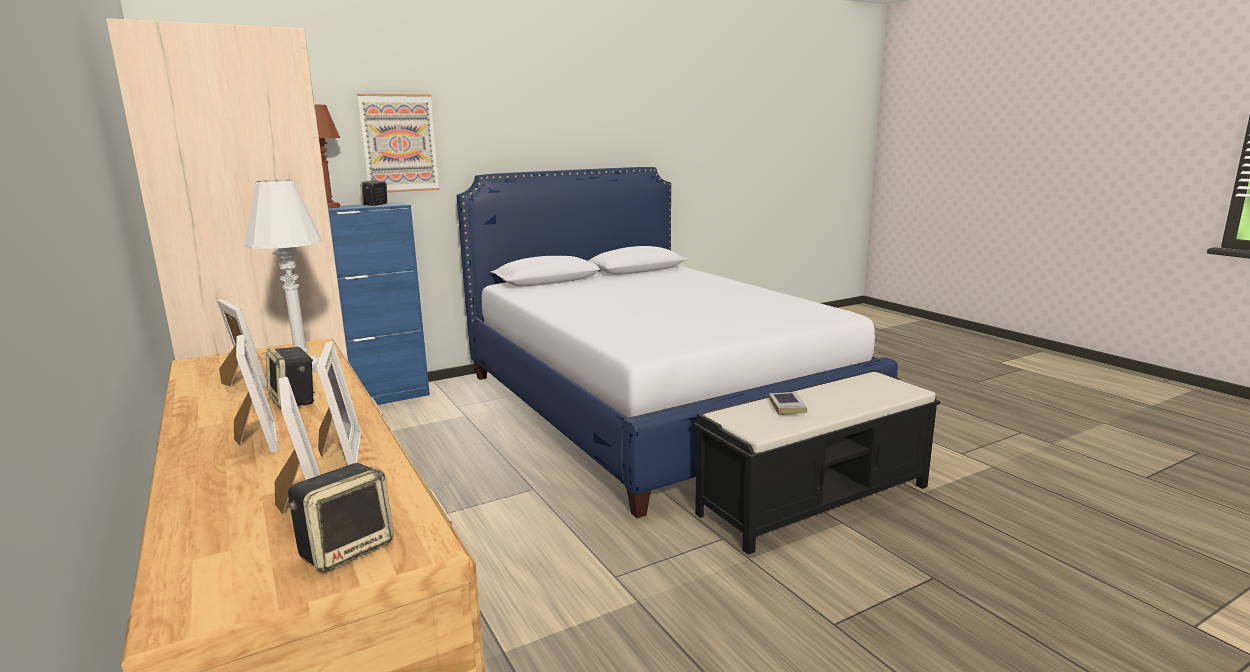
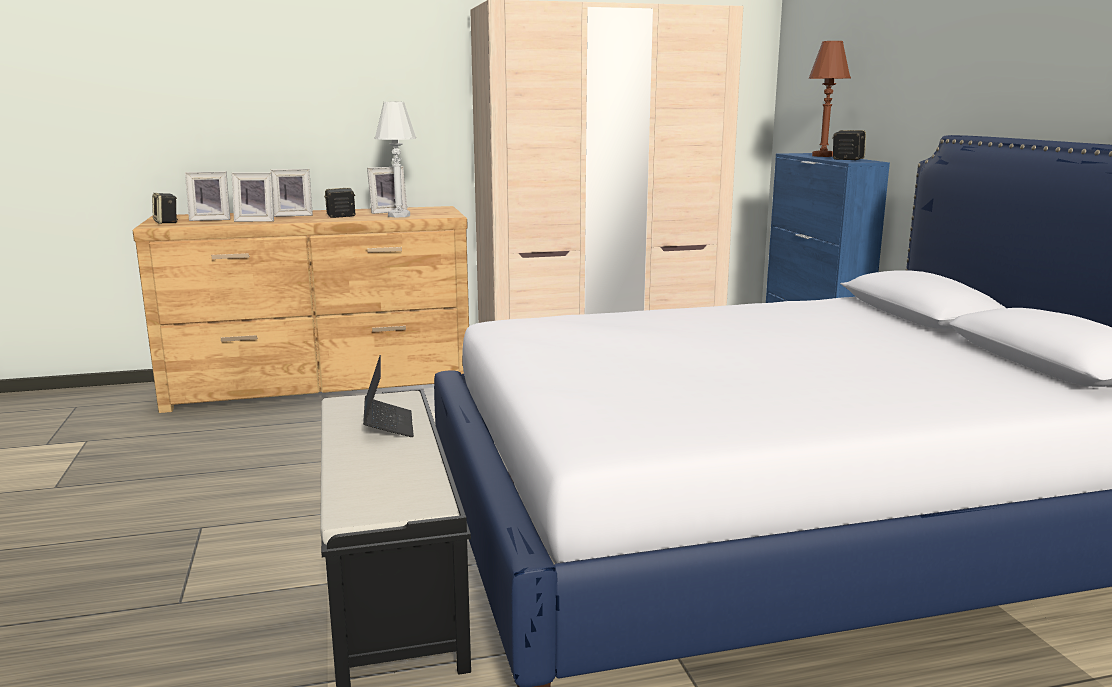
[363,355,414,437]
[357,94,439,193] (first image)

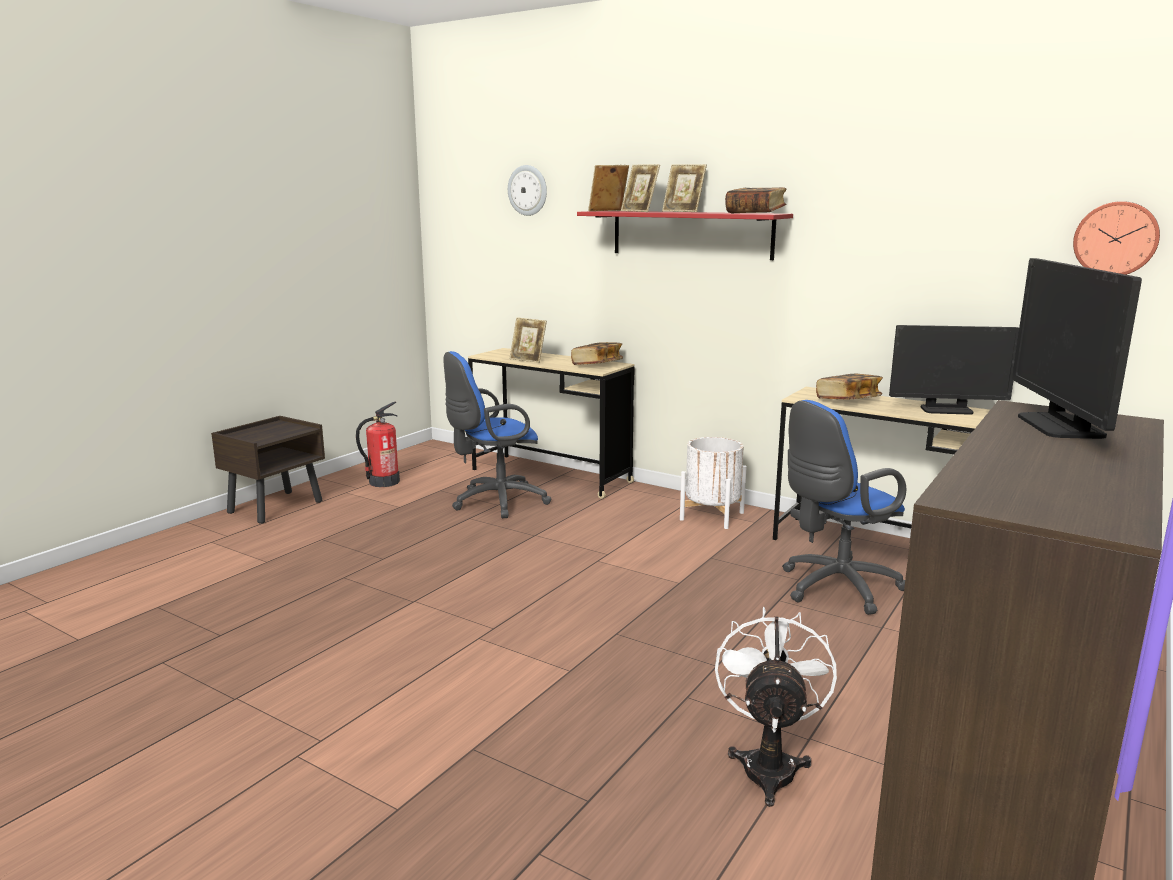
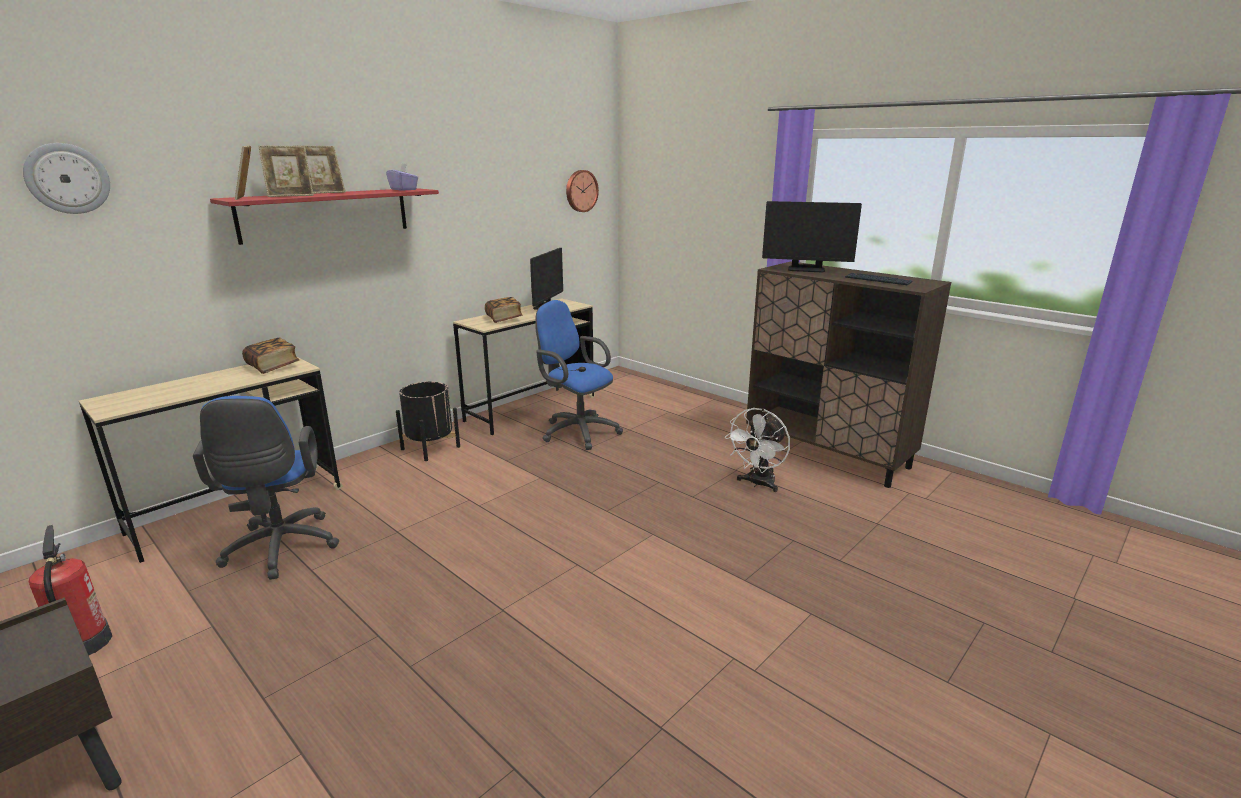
[386,164,418,191]
[396,382,460,461]
[535,300,623,450]
[725,408,790,492]
[845,273,913,285]
[509,317,547,363] (first image)

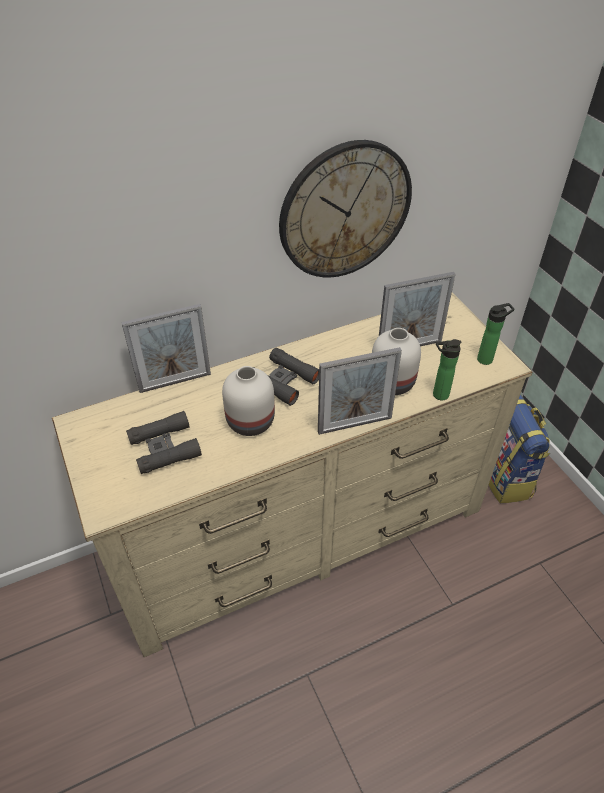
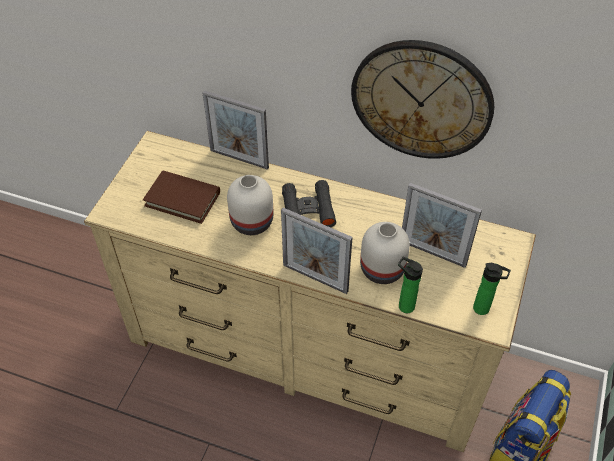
[143,170,220,224]

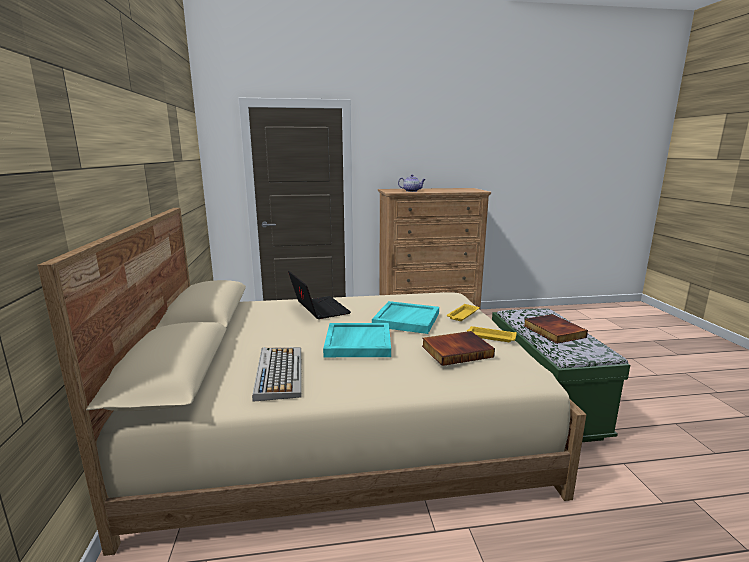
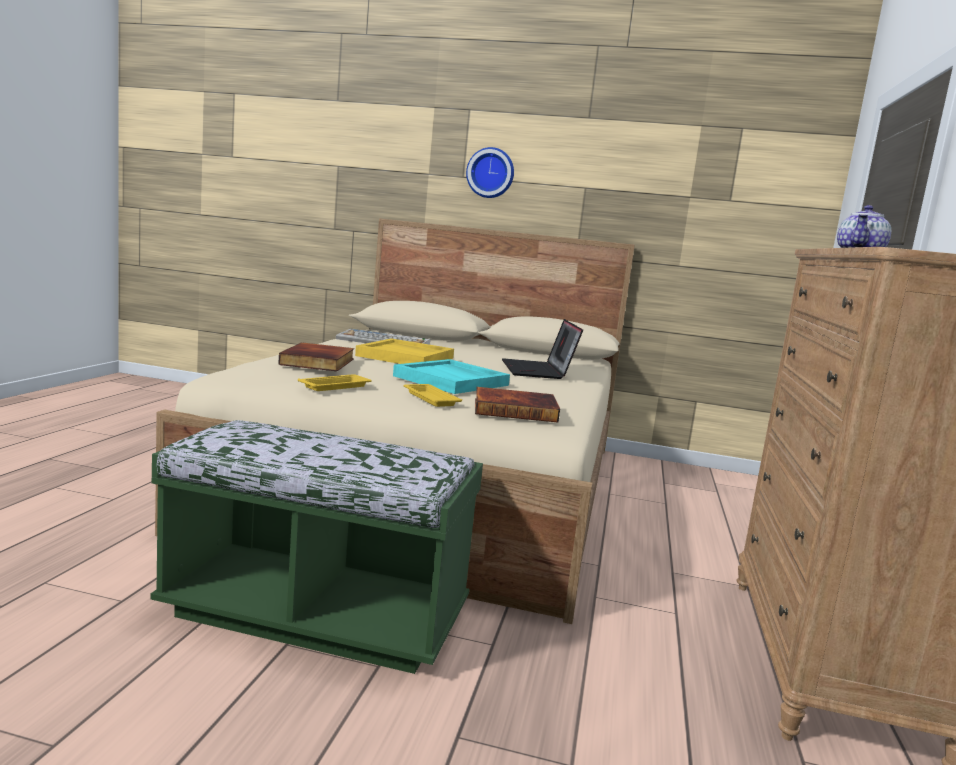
[355,338,454,364]
[466,147,514,198]
[475,387,560,422]
[502,319,583,379]

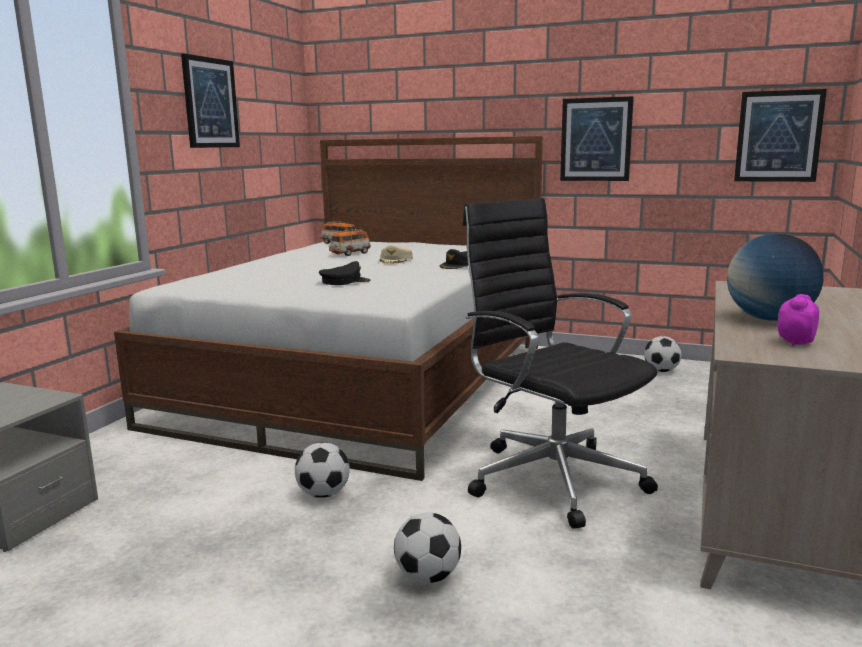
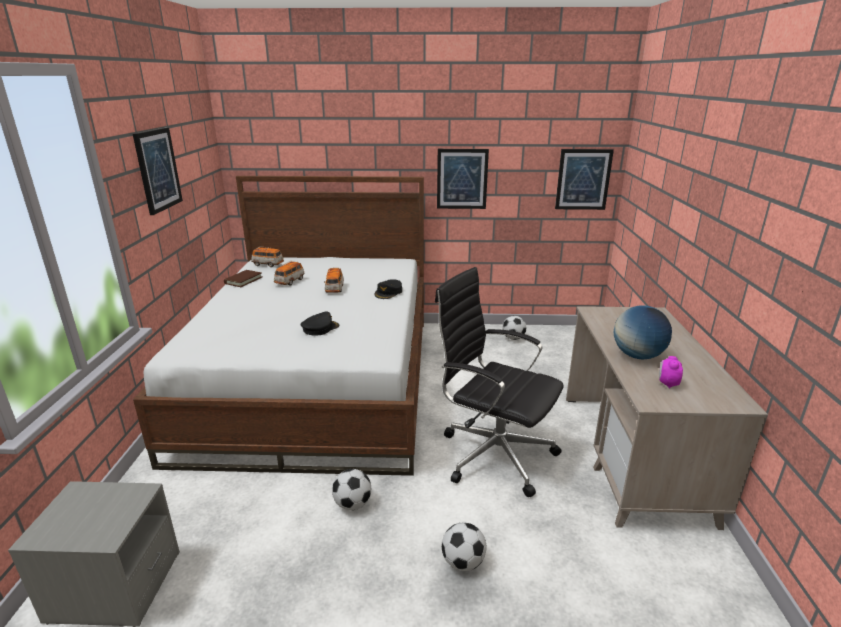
[224,270,262,287]
[324,268,344,293]

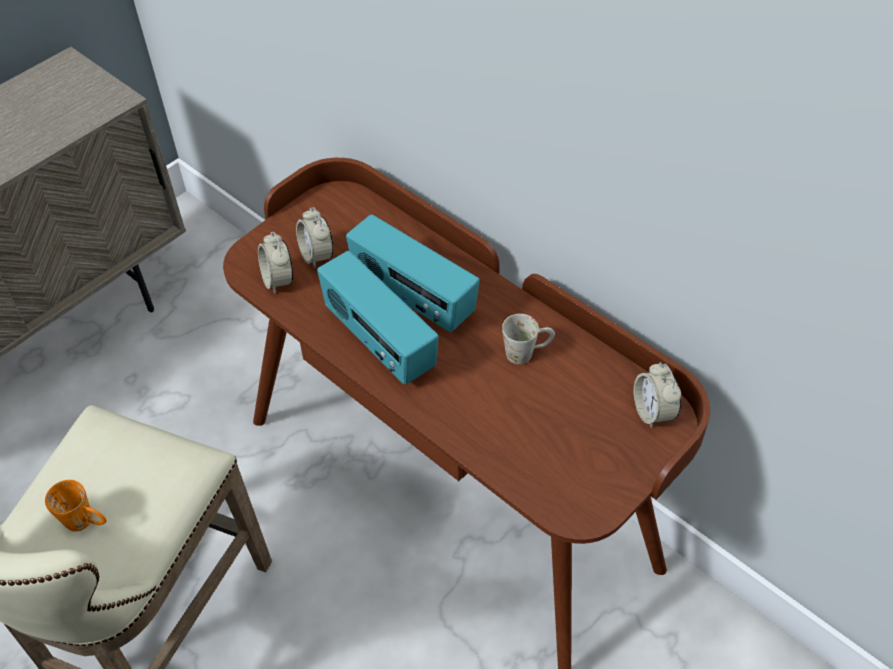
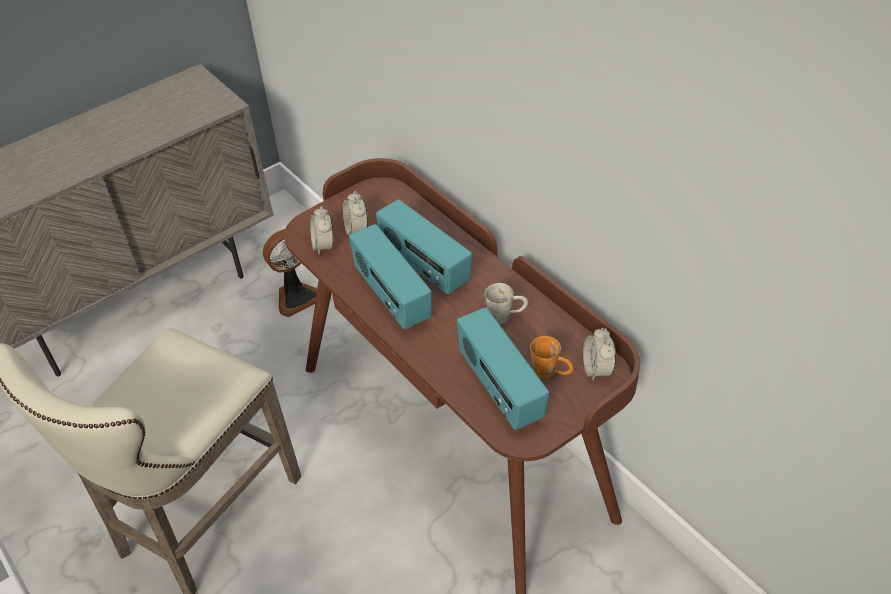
[263,229,317,317]
[457,308,549,430]
[530,336,573,379]

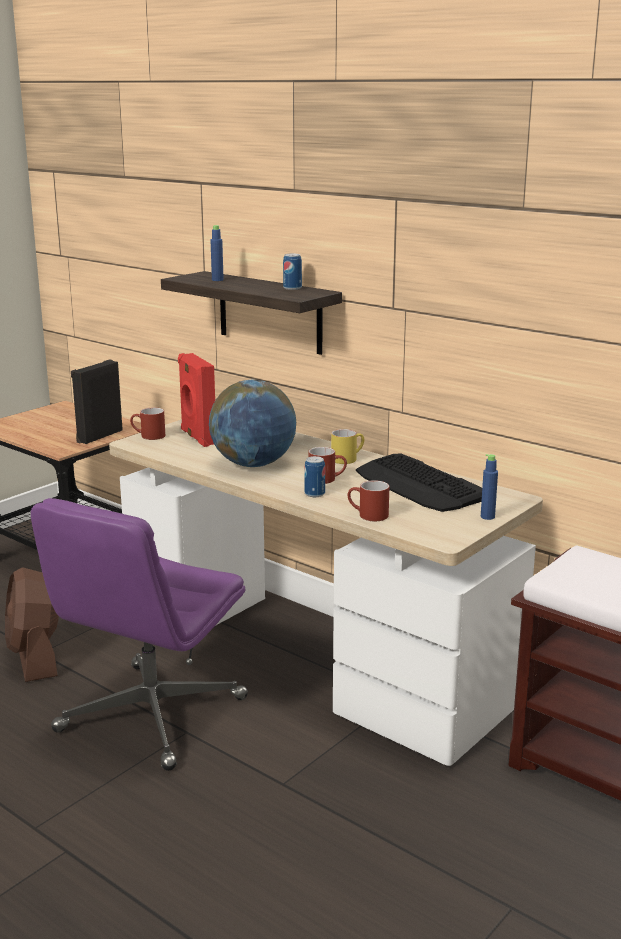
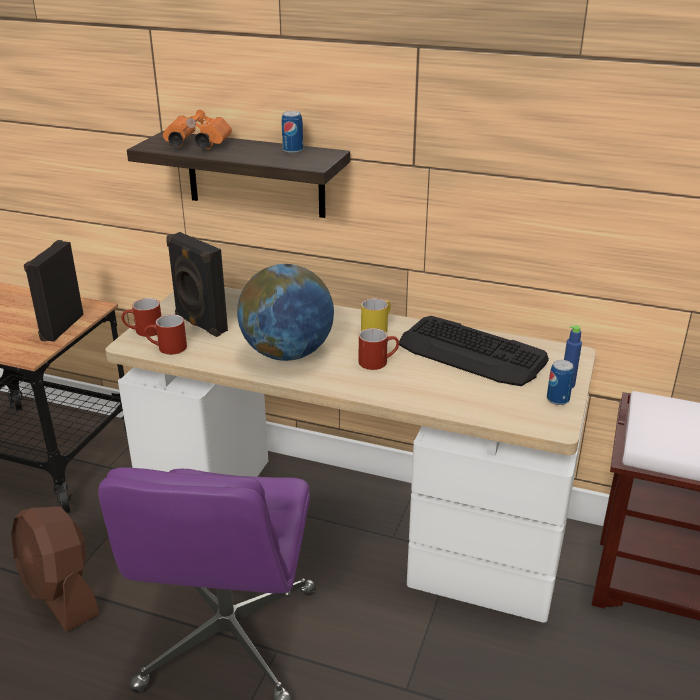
[144,314,187,355]
[163,110,232,149]
[166,232,228,337]
[547,360,574,405]

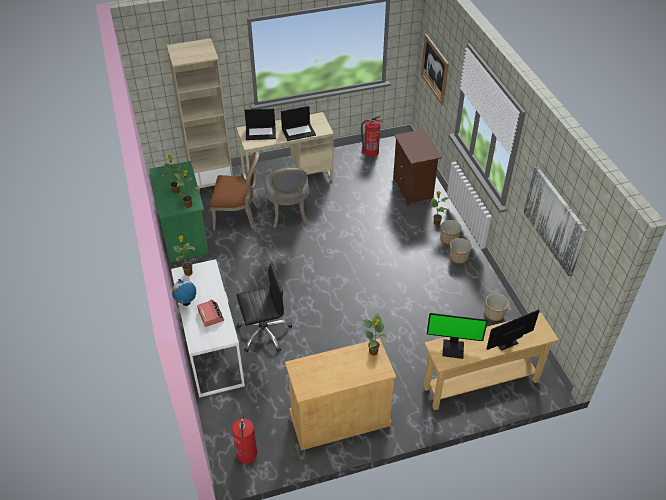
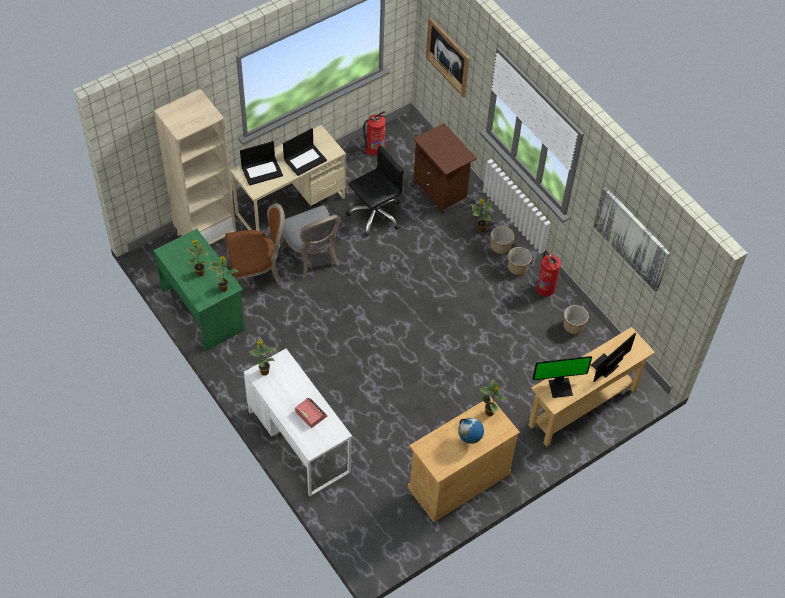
[347,145,404,236]
[458,418,484,444]
[536,251,561,297]

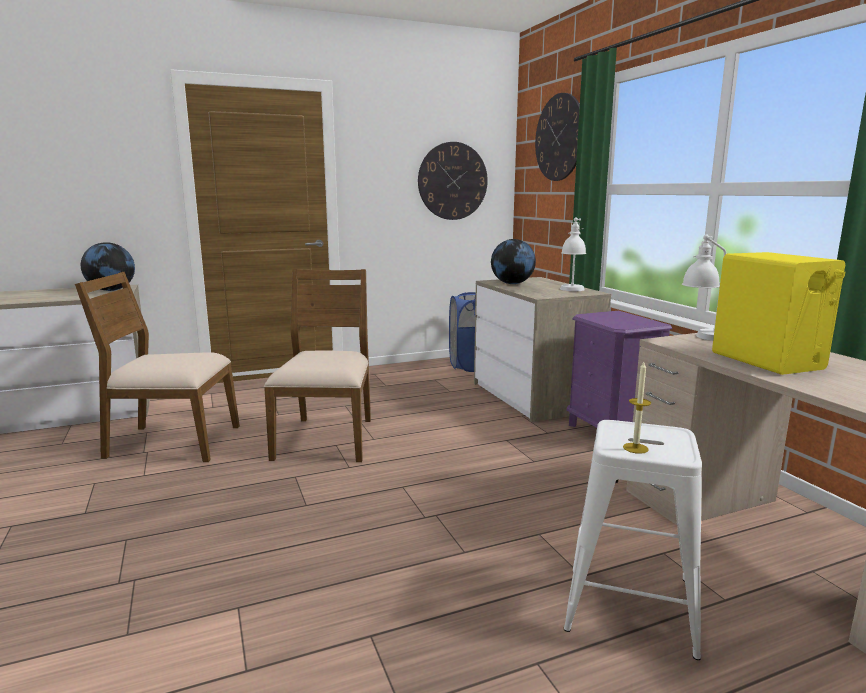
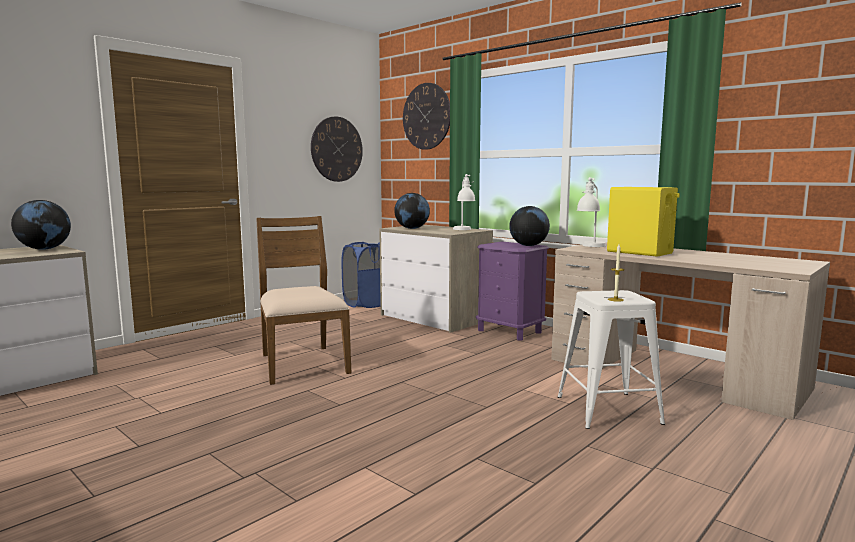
[509,206,550,246]
[75,272,240,462] (first image)

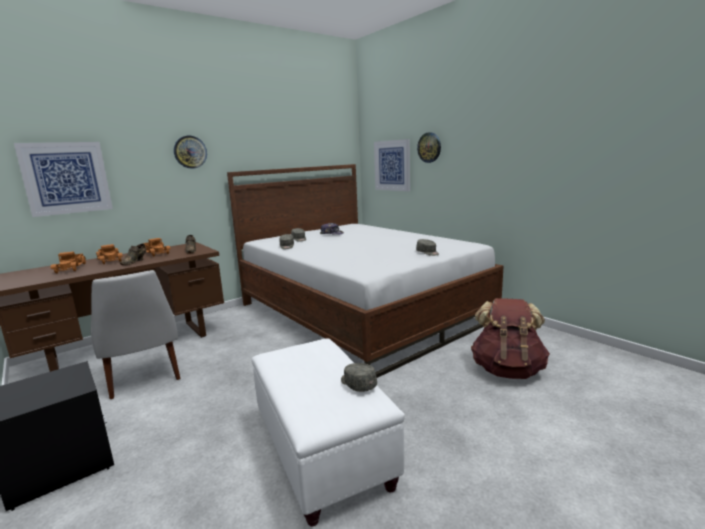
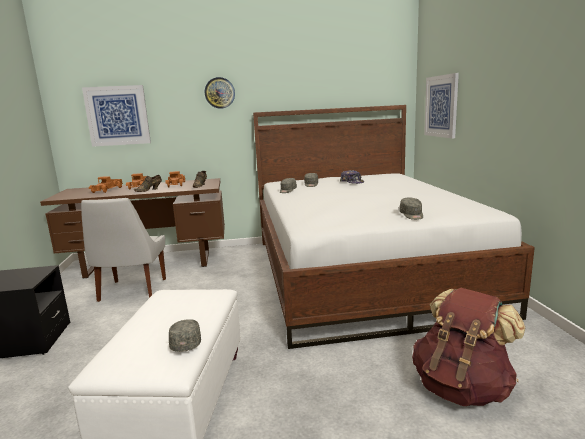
[417,132,441,163] (first image)

